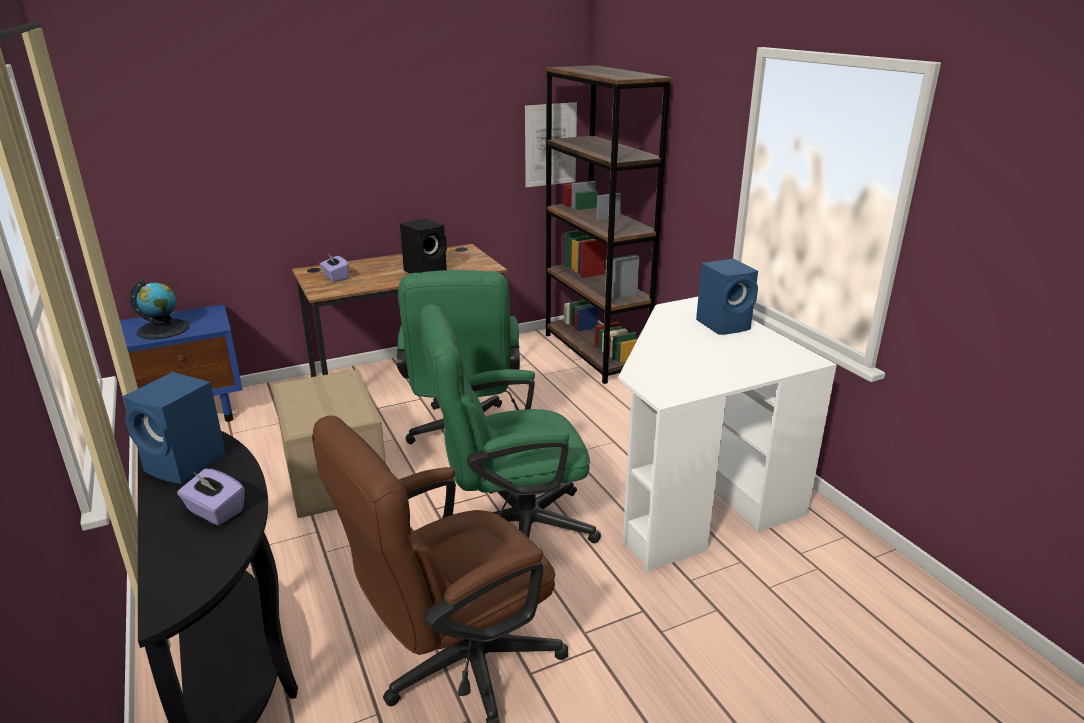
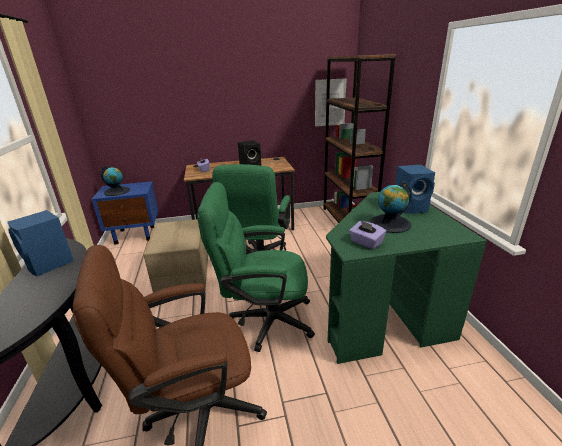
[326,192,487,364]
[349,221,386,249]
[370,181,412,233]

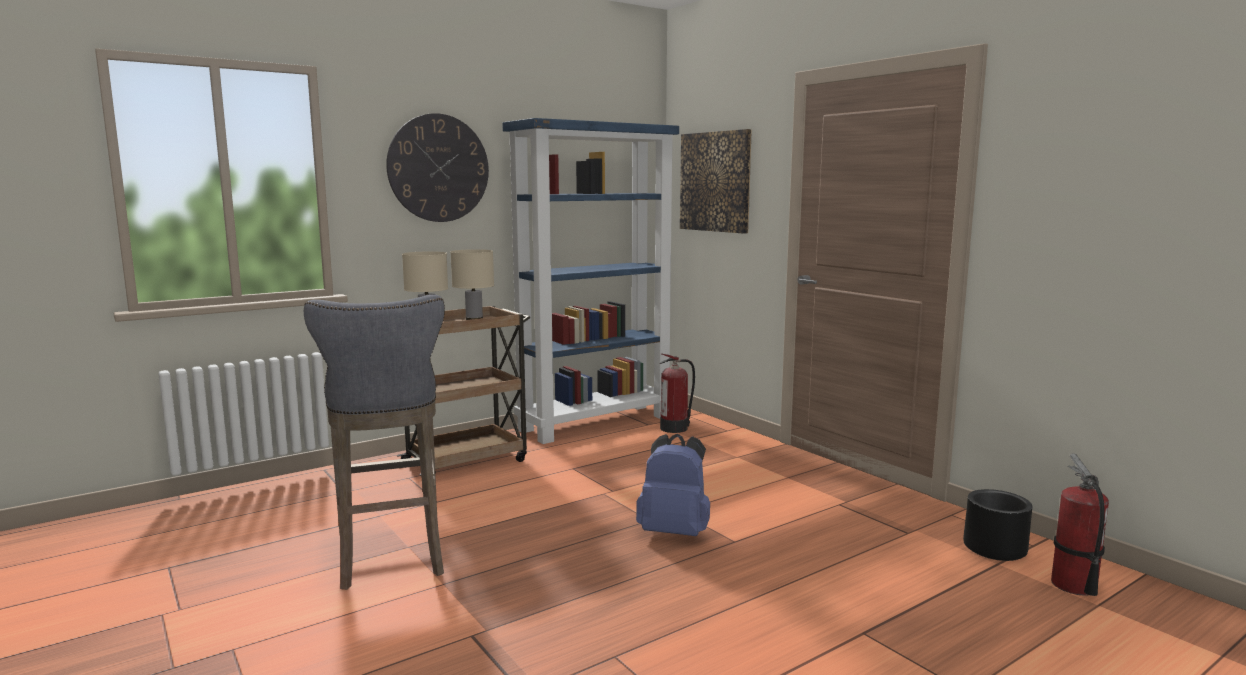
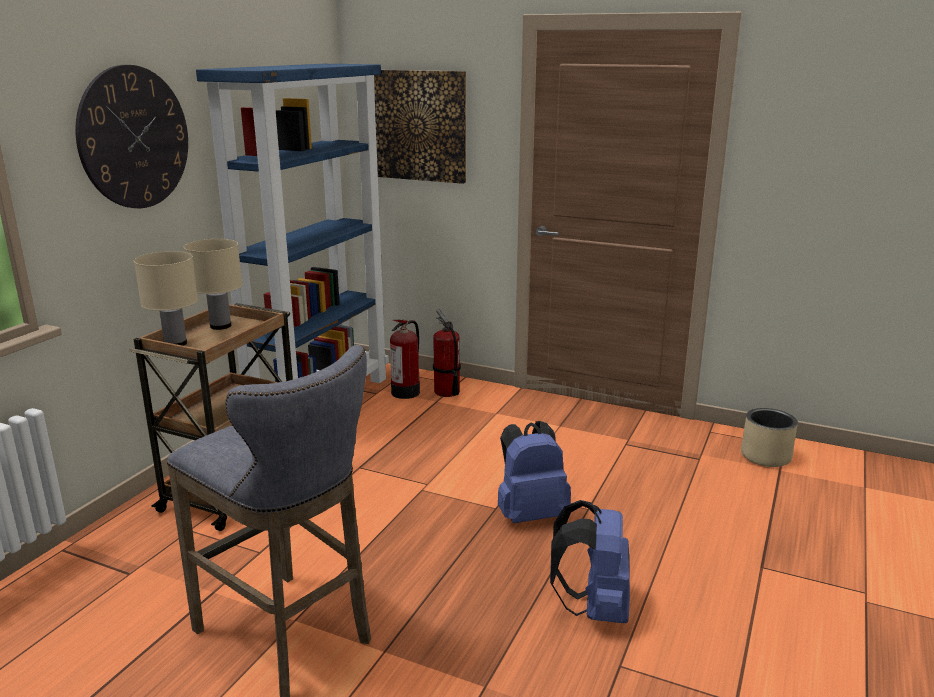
[433,309,461,397]
[550,500,630,623]
[741,408,798,467]

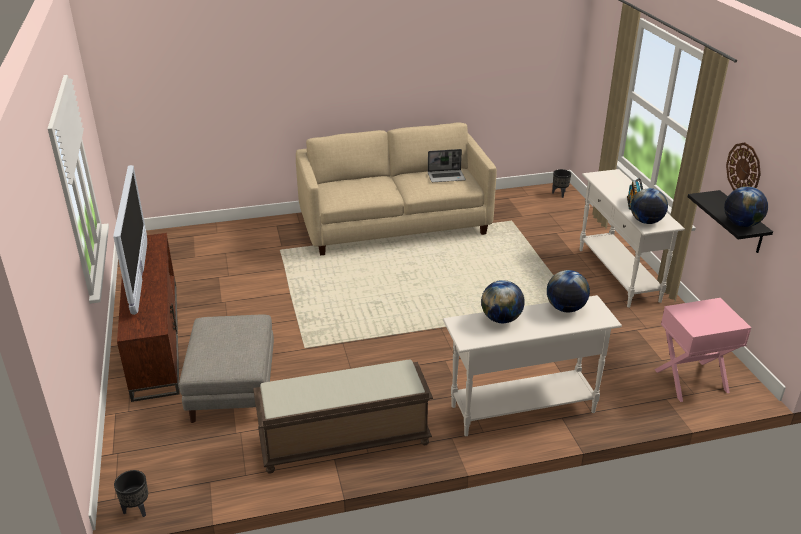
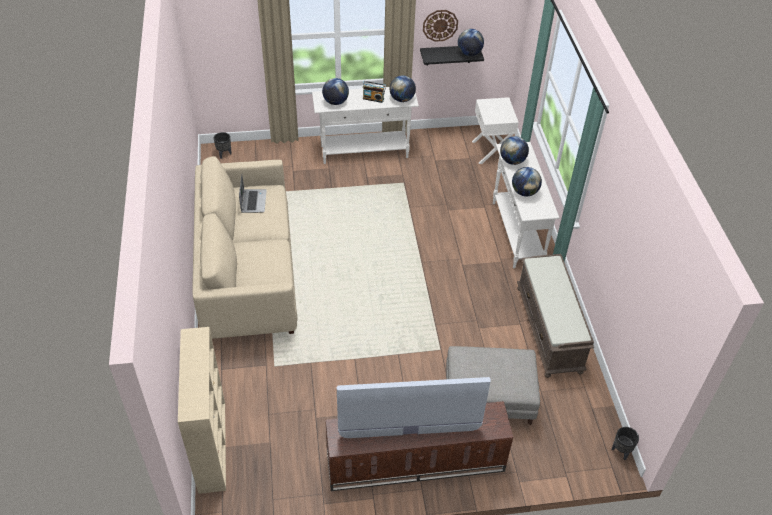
[178,327,226,494]
[322,78,349,105]
[472,97,519,164]

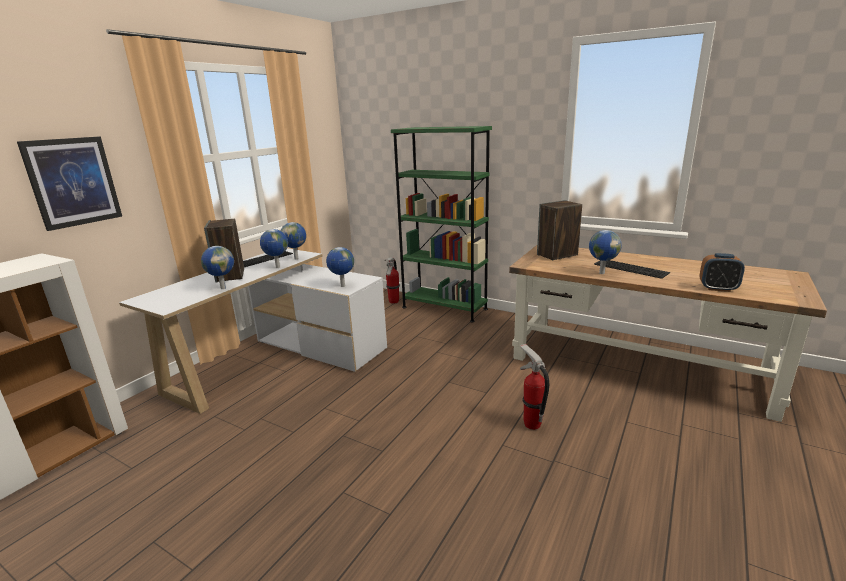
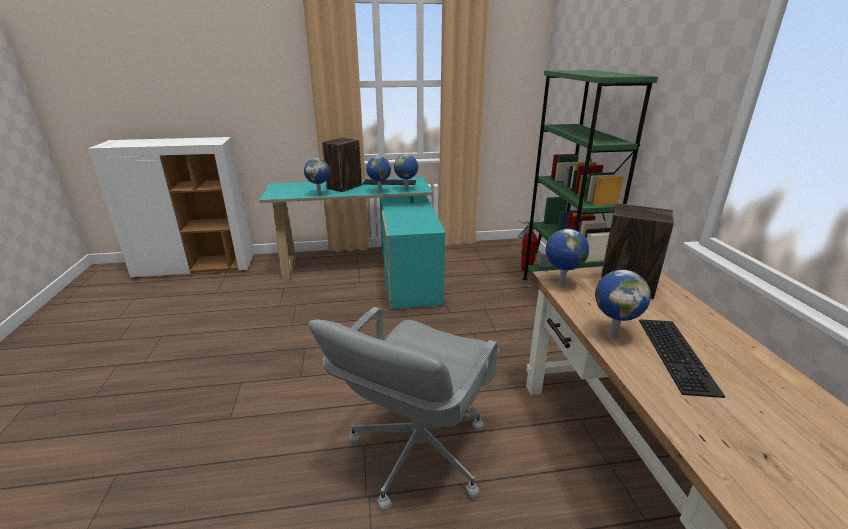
[259,177,446,310]
[308,307,499,511]
[546,229,589,287]
[17,137,122,231] (first image)
[699,253,745,292] (first image)

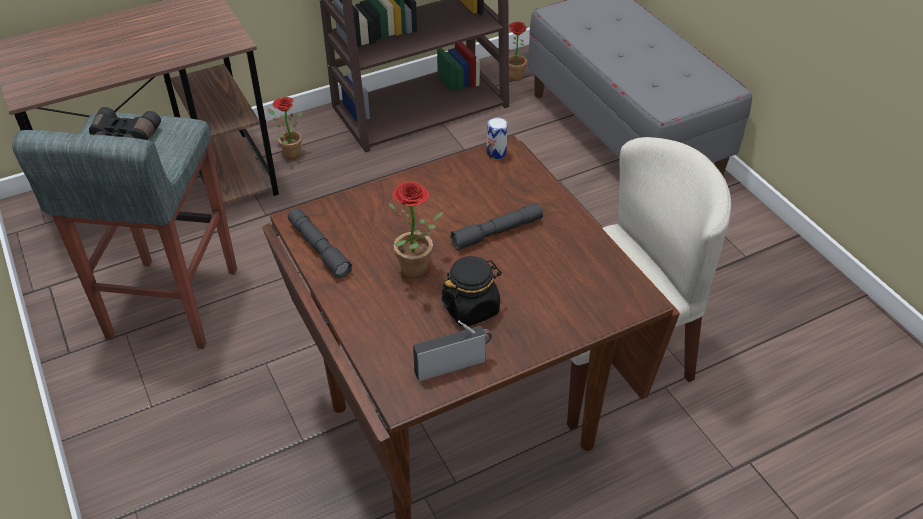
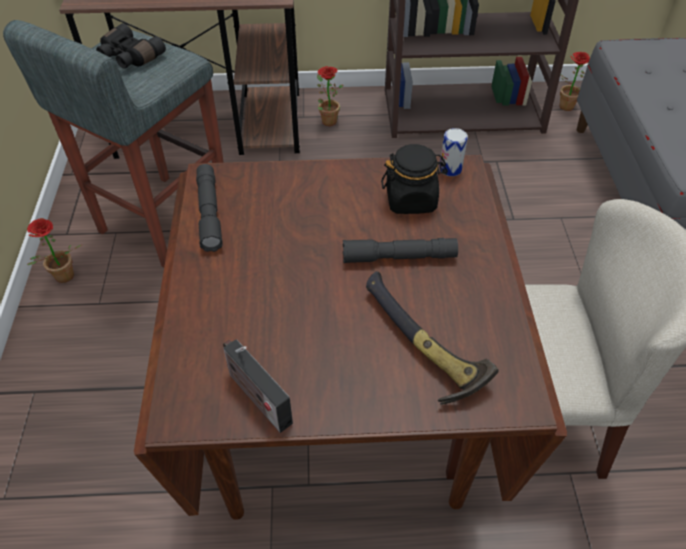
[27,218,82,283]
[223,339,293,433]
[366,271,499,405]
[381,144,448,214]

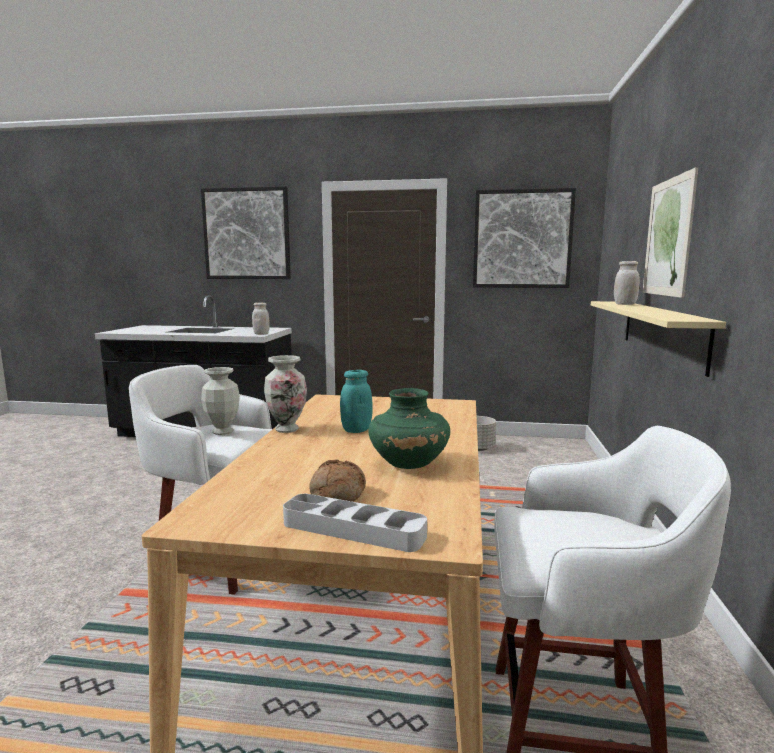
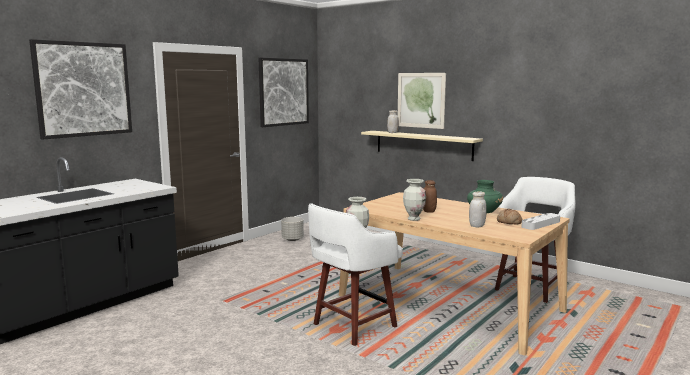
[423,180,437,213]
[469,191,487,227]

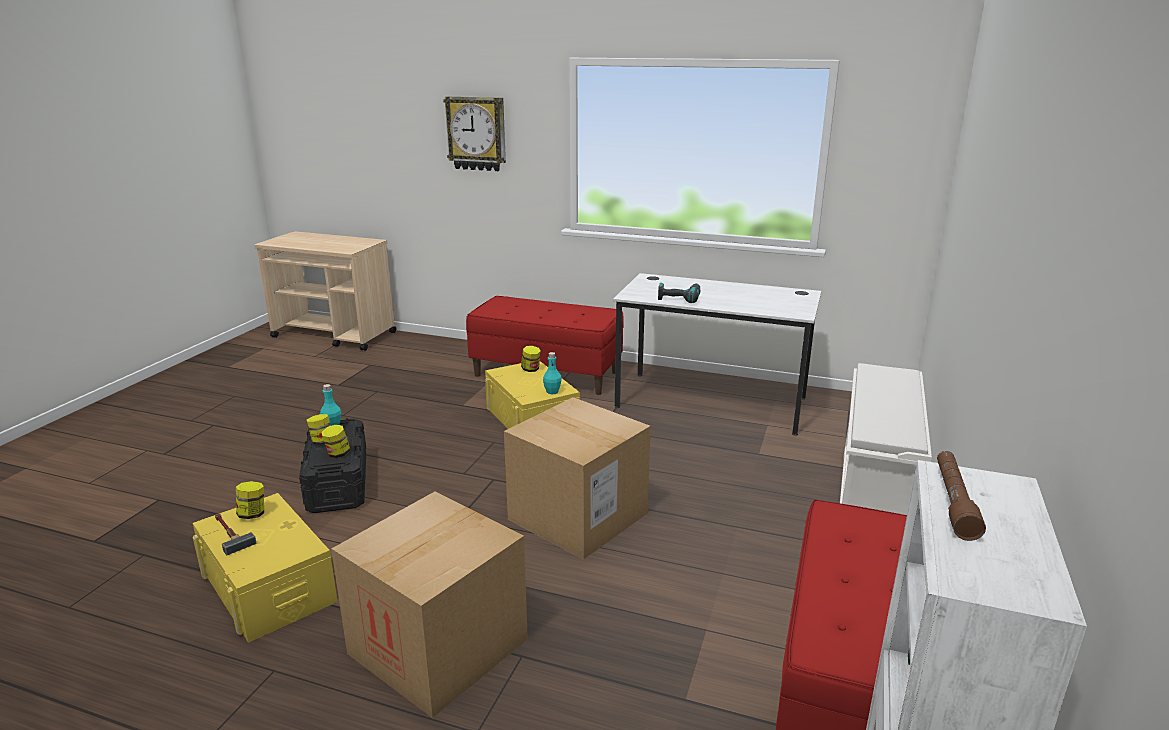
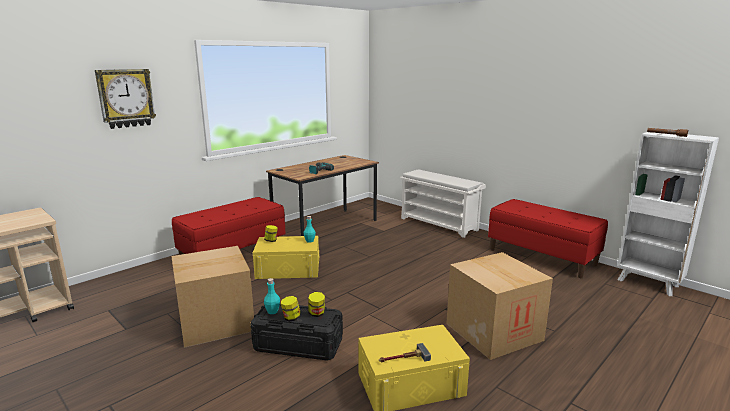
[171,246,254,348]
[266,155,379,236]
[236,481,264,519] (first image)

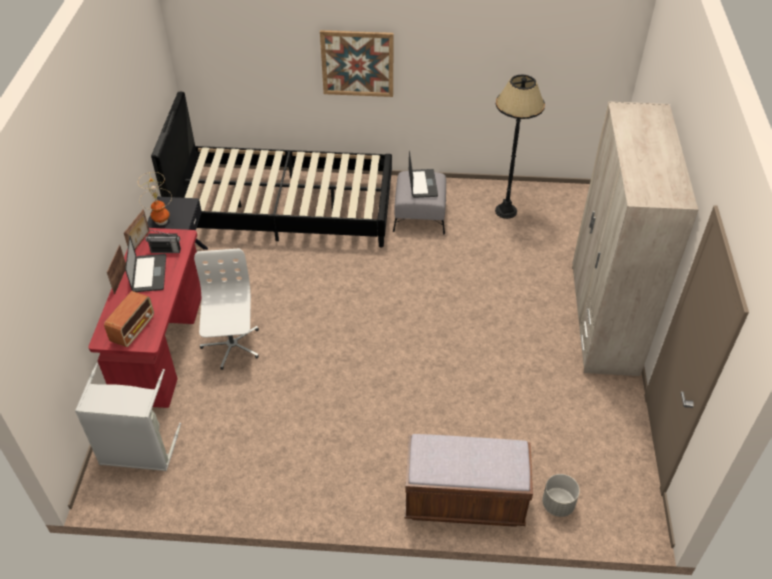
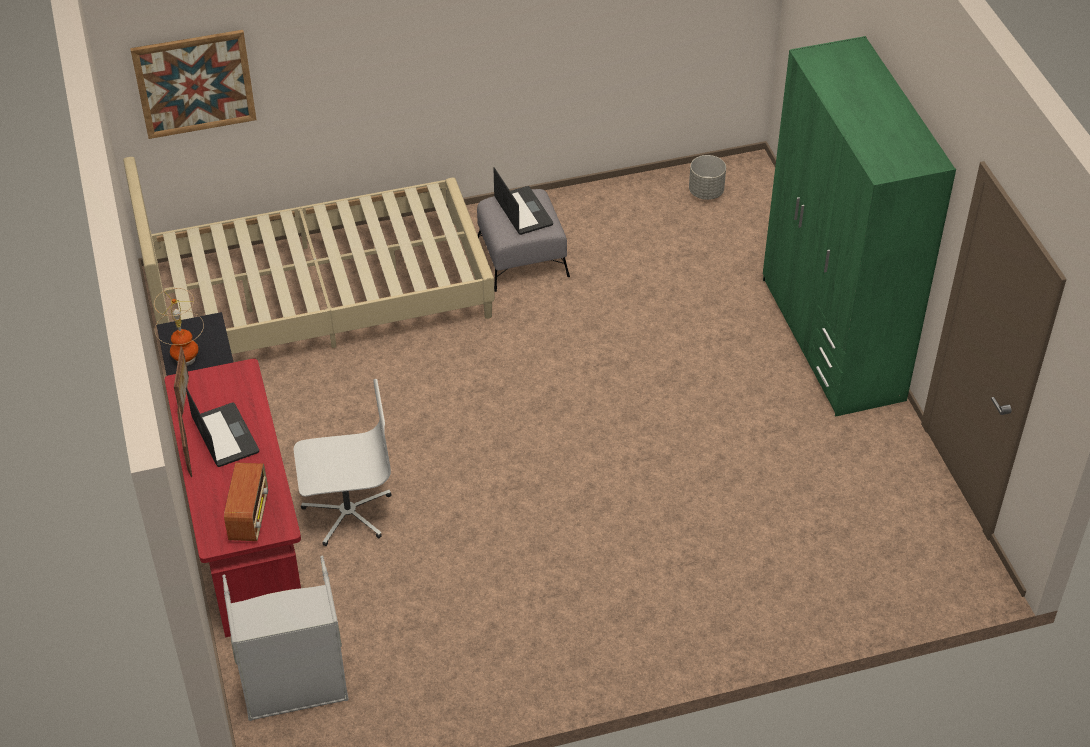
[123,157,495,354]
[130,30,256,139]
[294,379,391,546]
[689,155,726,200]
[763,36,956,417]
[146,230,181,253] (first image)
[405,434,533,527] (first image)
[495,75,545,219] (first image)

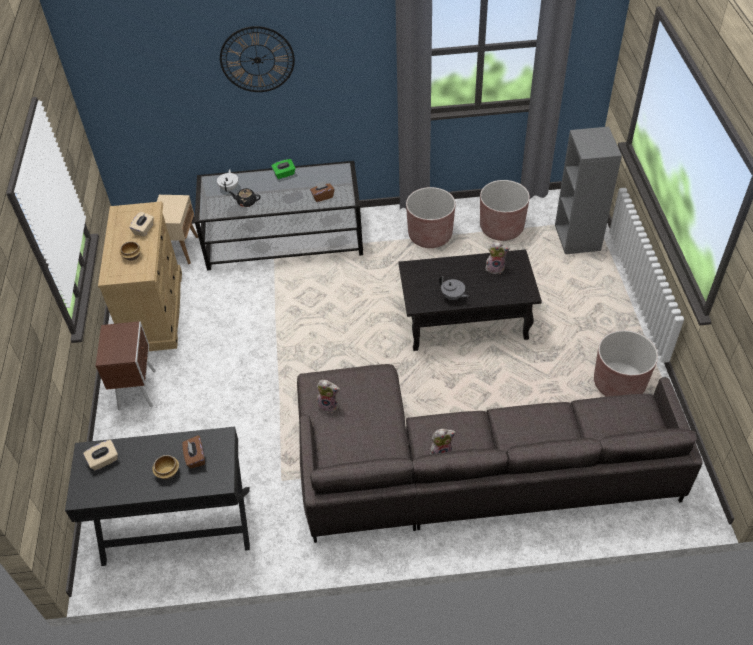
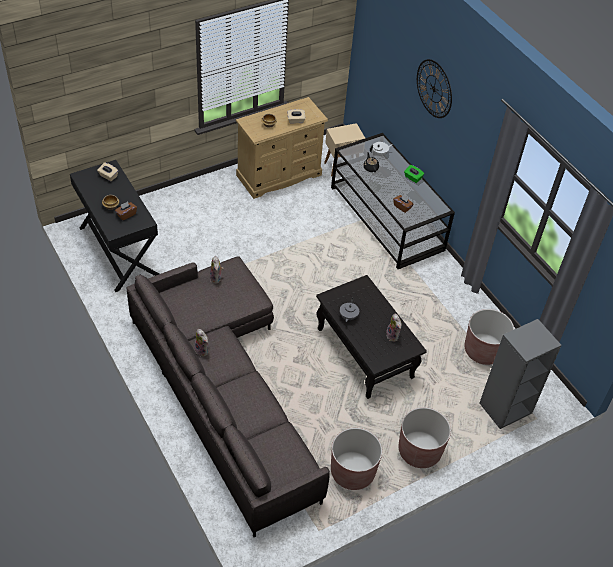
[398,407,451,468]
[95,321,156,411] (first image)

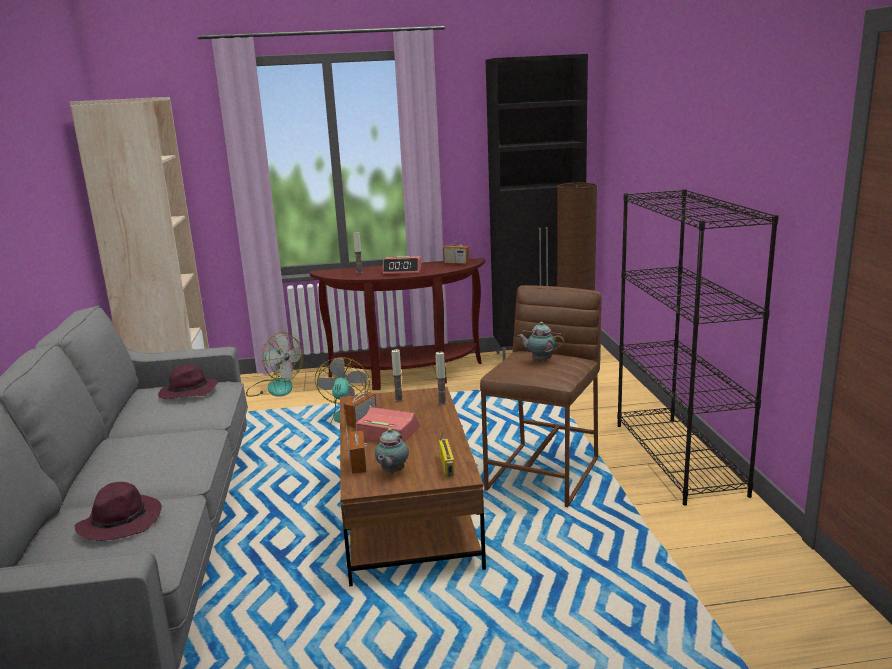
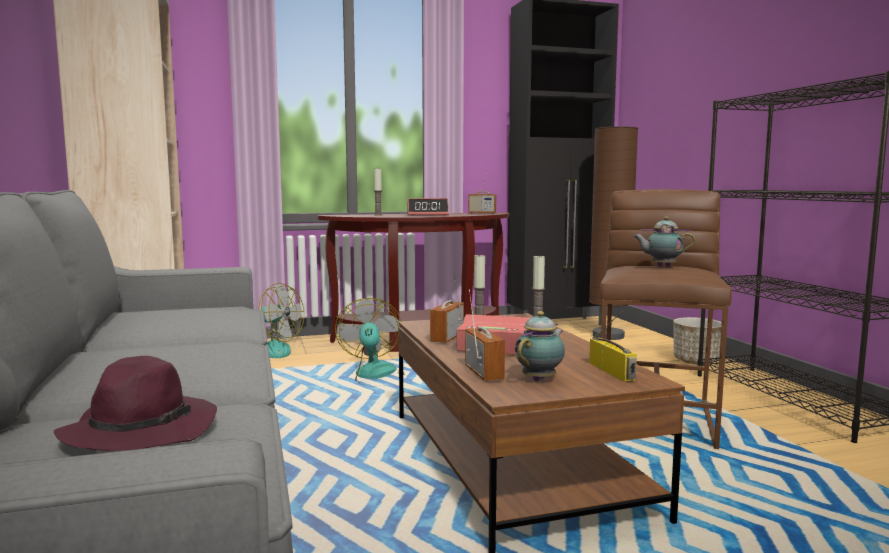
[515,311,565,381]
[673,317,722,365]
[158,365,218,399] (first image)

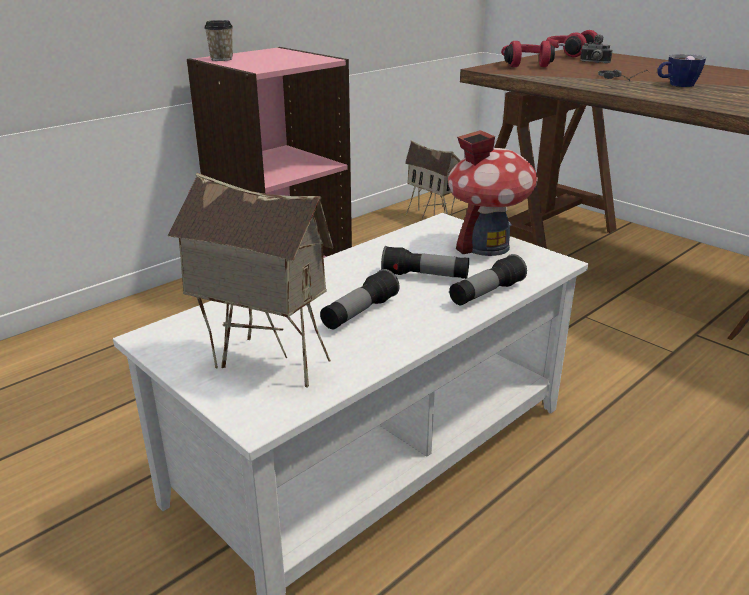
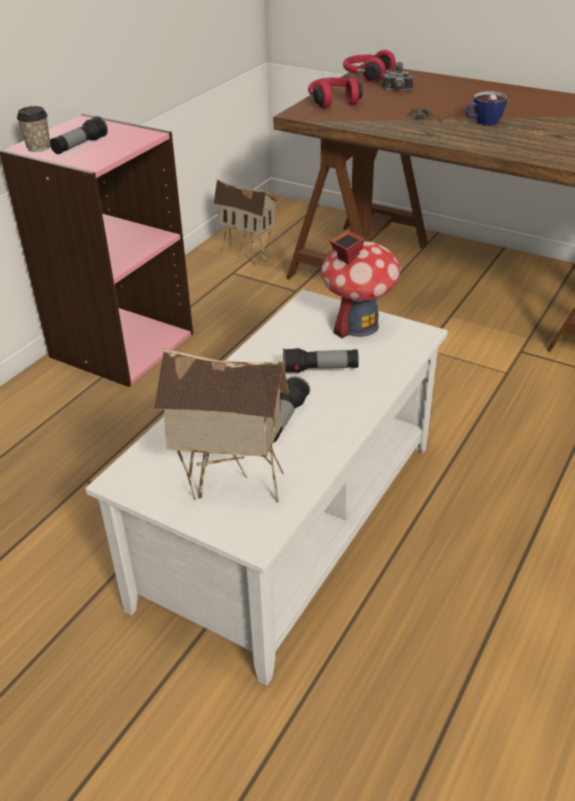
[50,116,108,154]

